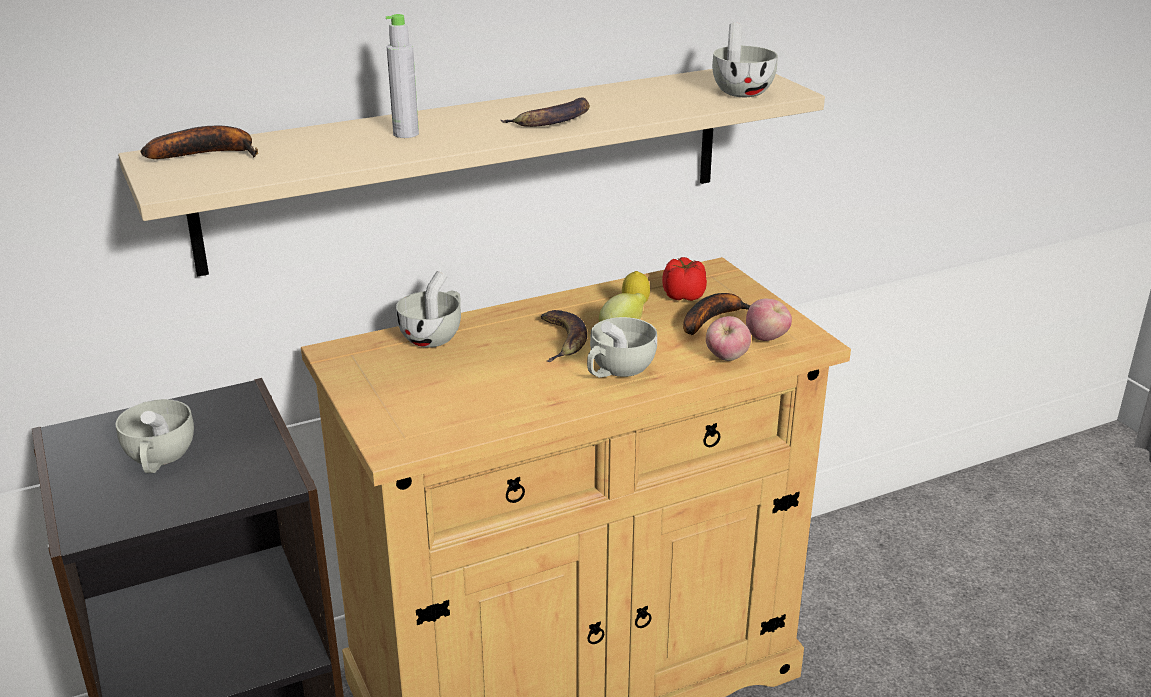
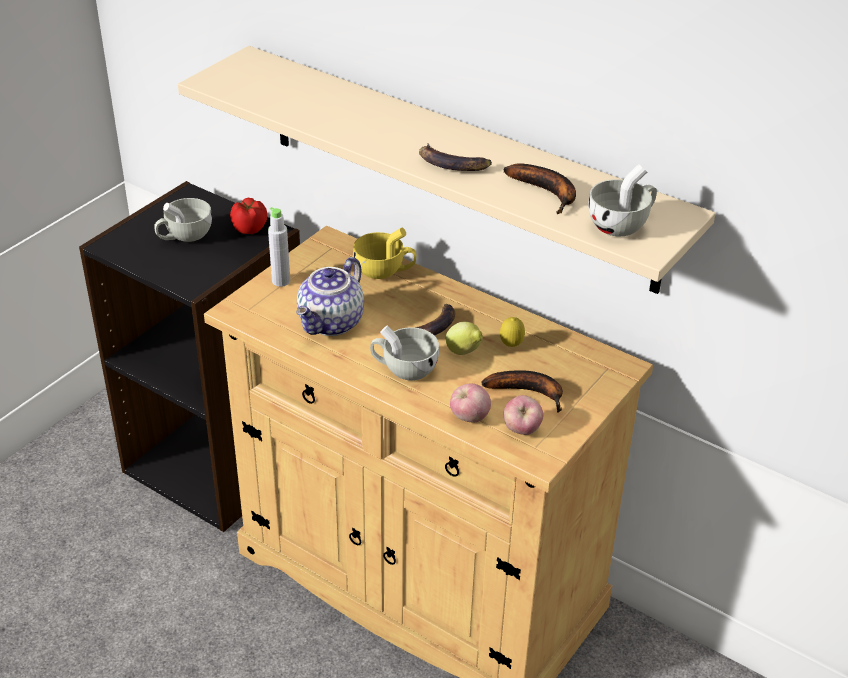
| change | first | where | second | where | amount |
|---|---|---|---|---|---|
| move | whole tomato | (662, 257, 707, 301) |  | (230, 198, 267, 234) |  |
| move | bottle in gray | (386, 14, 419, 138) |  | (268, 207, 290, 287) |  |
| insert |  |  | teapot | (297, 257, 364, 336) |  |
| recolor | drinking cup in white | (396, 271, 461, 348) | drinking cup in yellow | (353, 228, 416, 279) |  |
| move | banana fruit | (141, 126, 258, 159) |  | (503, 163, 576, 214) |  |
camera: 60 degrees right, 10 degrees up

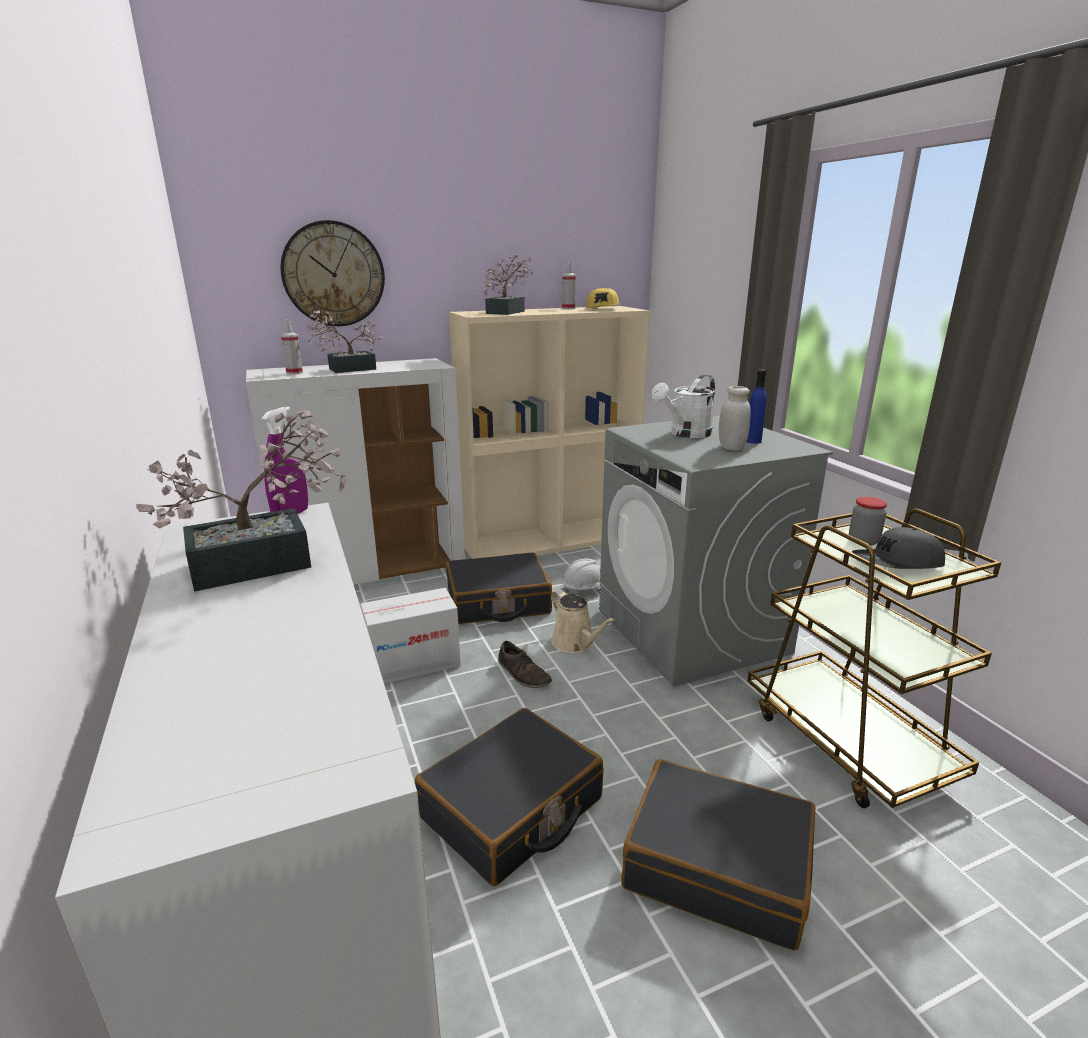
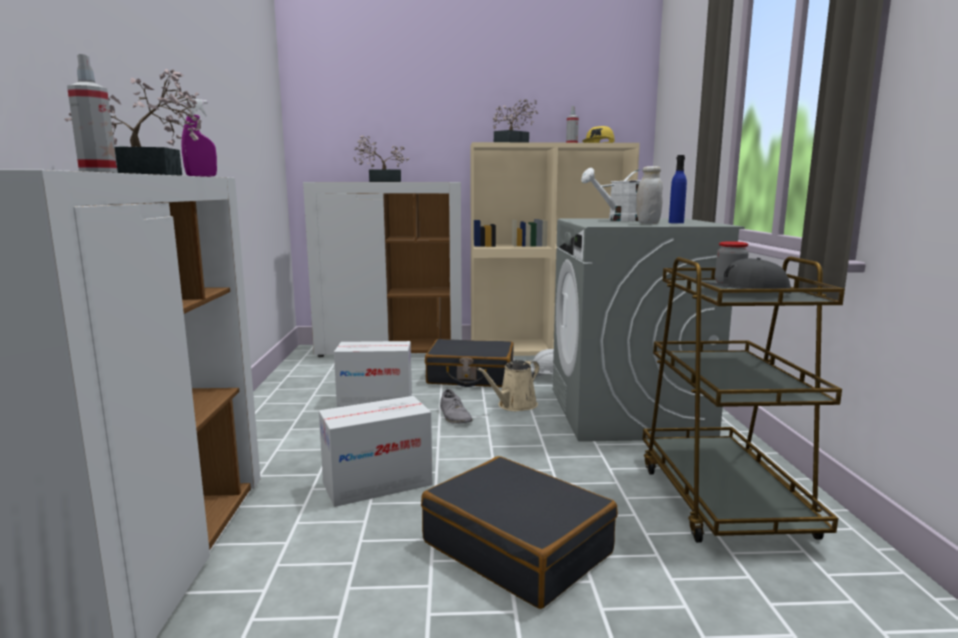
| change | first | where | second | where | amount |
|---|---|---|---|---|---|
| move | hand sprayer | (281, 320, 303, 374) |  | (67, 54, 118, 173) |  |
| replace | piece of luggage in black | (415, 708, 603, 886) | cardboard box | (319, 396, 433, 507) |  |
| recolor | low shoe in brown | (498, 641, 552, 688) | low shoe in gray | (440, 389, 472, 424) |  |
| rotate | watering pot in beige-coloured | (551, 590, 616, 653) |  | (477, 360, 539, 411) | 60 degrees clockwise |
| delete | hanging clock | (281, 220, 385, 326) |  |  |  |
camera: 20 degrees right, 10 degrees down

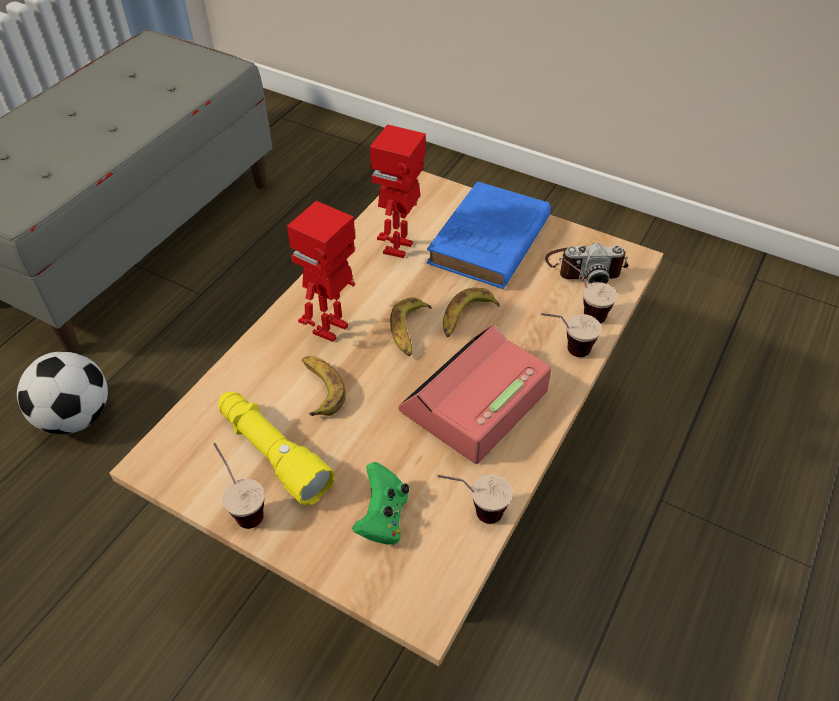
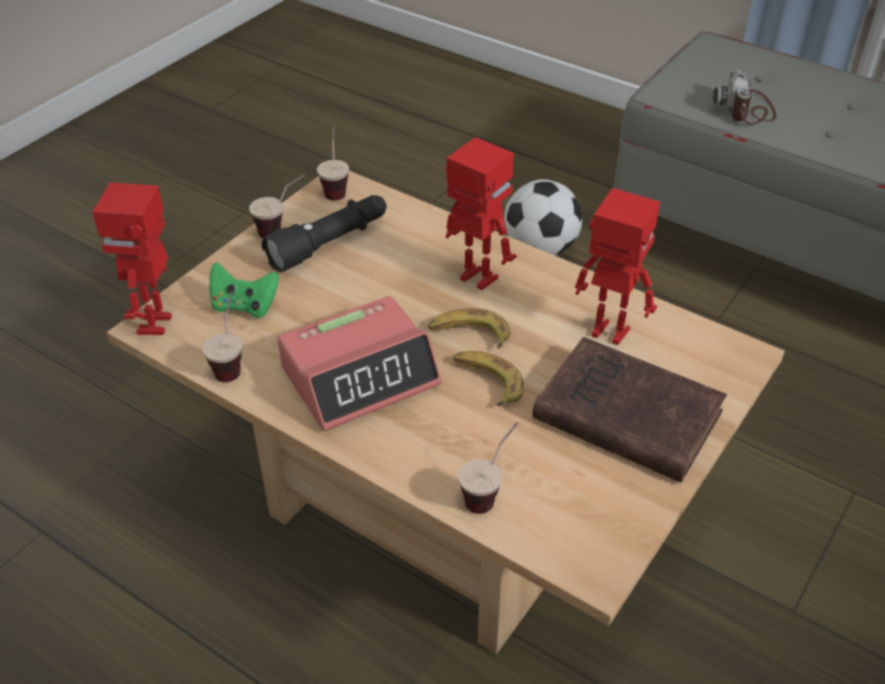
| change | first | where | second | where | amount |
|---|---|---|---|---|---|
| insert |  |  | robot figure | (92, 182, 172, 335) |  |
| recolor | hand torch in yellow | (218, 392, 335, 505) | hand torch in black | (262, 195, 387, 273) |  |
| rotate | table clock | (398, 325, 552, 464) |  | (278, 296, 441, 431) | 105 degrees clockwise |
| move | drinking cup | (541, 313, 601, 357) |  | (317, 126, 349, 200) |  |
| recolor | book in blue-coloured | (426, 182, 551, 289) | book in brown | (532, 337, 727, 483) |  |
| move | still camera | (545, 243, 628, 284) |  | (713, 69, 776, 125) |  |
| delete | banana fruit | (302, 356, 346, 416) |  |  |  |
camera: 95 degrees right, 5 degrees down

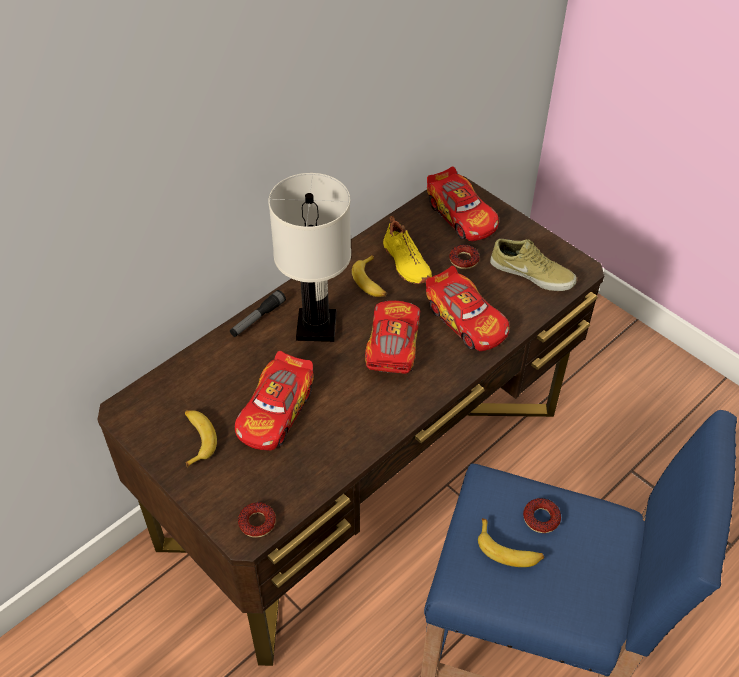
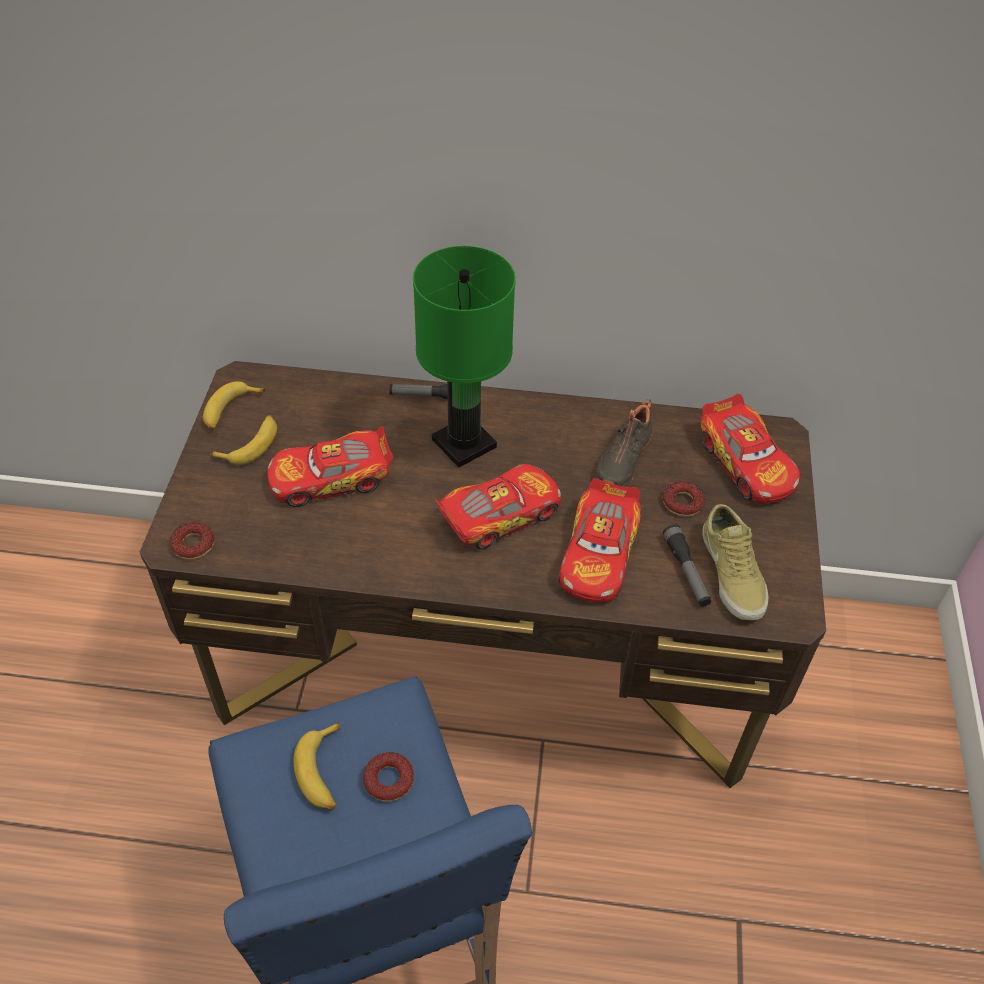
| change | first | where | second | where | amount |
|---|---|---|---|---|---|
| move | banana fruit | (352, 255, 386, 297) |  | (203, 381, 265, 430) |  |
| recolor | table lamp in white | (268, 173, 351, 342) | table lamp in green | (413, 246, 516, 467) |  |
| recolor | low shoe in yellow | (383, 216, 432, 284) | low shoe in black | (597, 398, 652, 487) |  |
| insert |  |  | hand torch | (663, 524, 711, 607) |  |
| rotate | toy car | (427, 167, 499, 241) |  | (701, 394, 800, 504) | 45 degrees counterclockwise |
camera: 50 degrees right, 0 degrees up

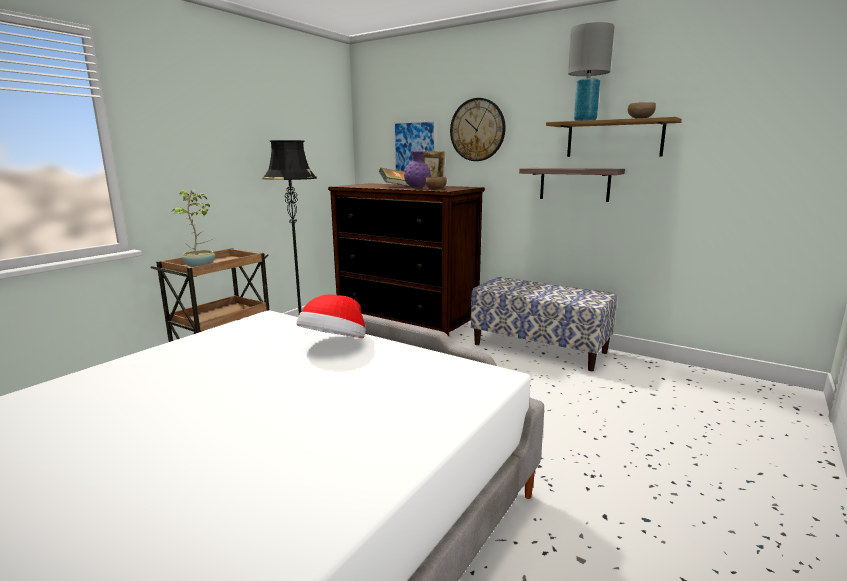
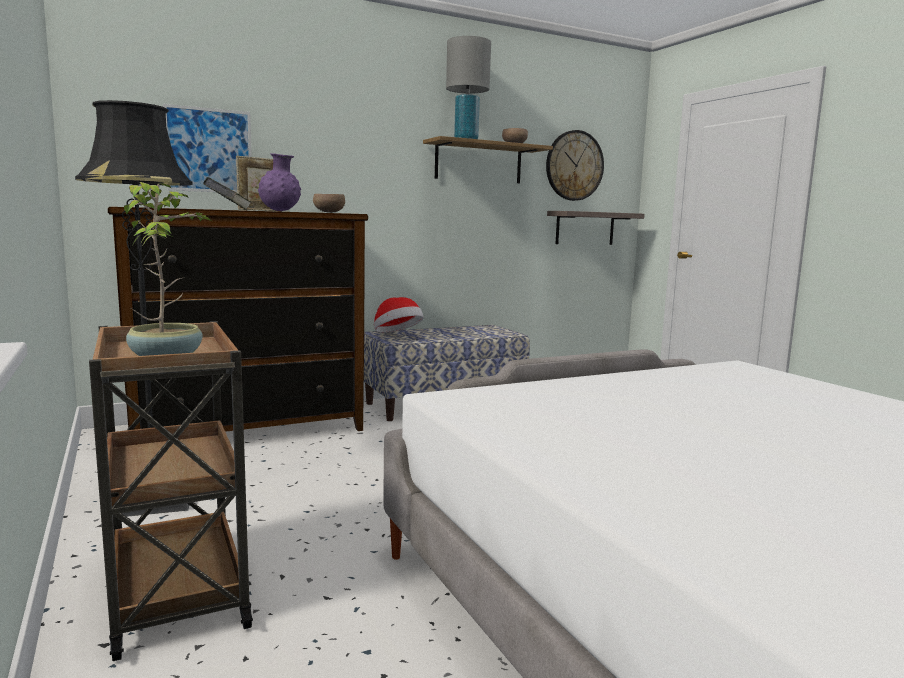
| change | first | where | second | where | amount |
|---|---|---|---|---|---|
| move | hat | (297, 294, 366, 338) |  | (374, 297, 424, 333) |  |
| move | hanging clock | (450, 98, 506, 161) |  | (546, 130, 604, 201) |  |
| move | wall shelf | (519, 168, 625, 202) |  | (547, 211, 645, 245) |  |
camera: 60 degrees left, 5 degrees down

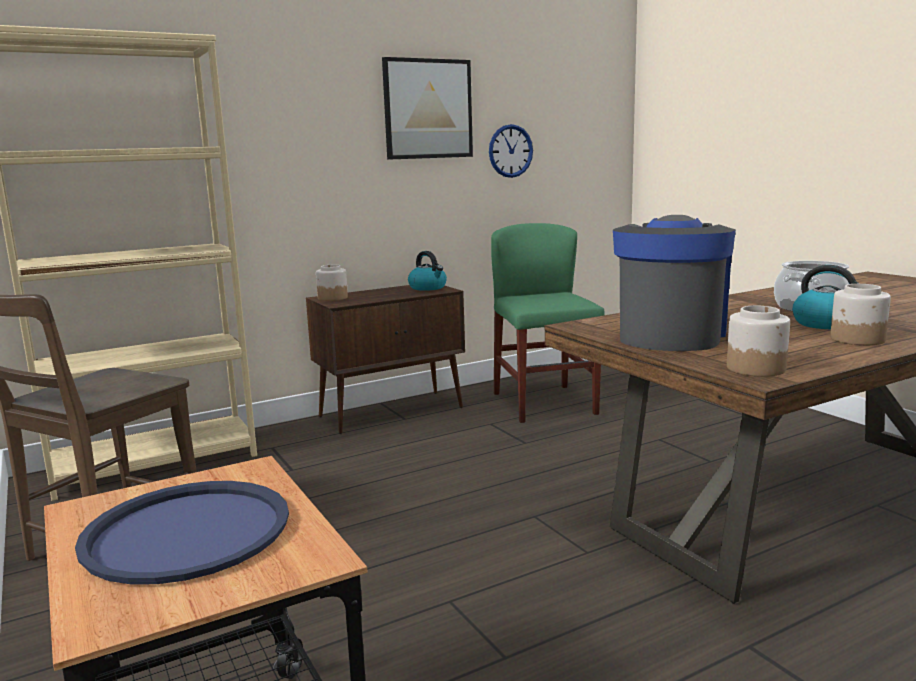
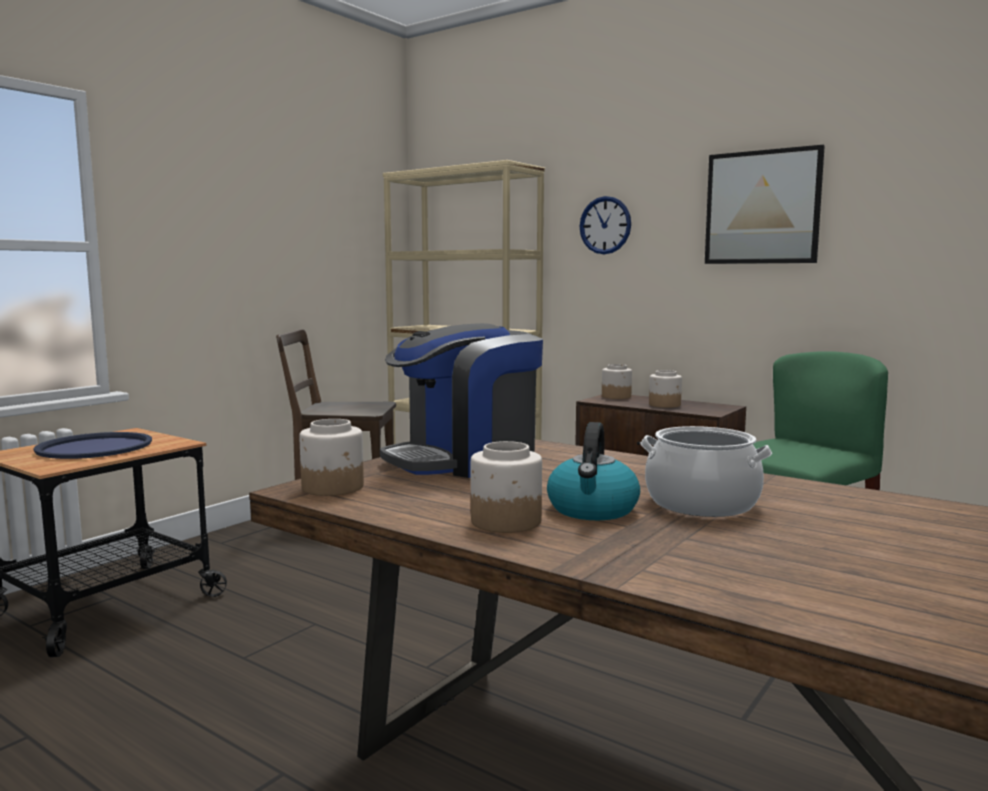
| change | first | where | second | where | amount |
|---|---|---|---|---|---|
| rotate | coffee machine | (613, 215, 736, 351) |  | (380, 323, 543, 478) | 150 degrees clockwise |
| move | hanging clock | (489, 124, 533, 178) |  | (579, 196, 631, 254) |  |
| insert |  |  | preserve jar | (649, 370, 682, 408) |  |
| delete | water kettle | (408, 251, 447, 291) |  |  |  |
camera: 65 degrees right, 5 degrees down

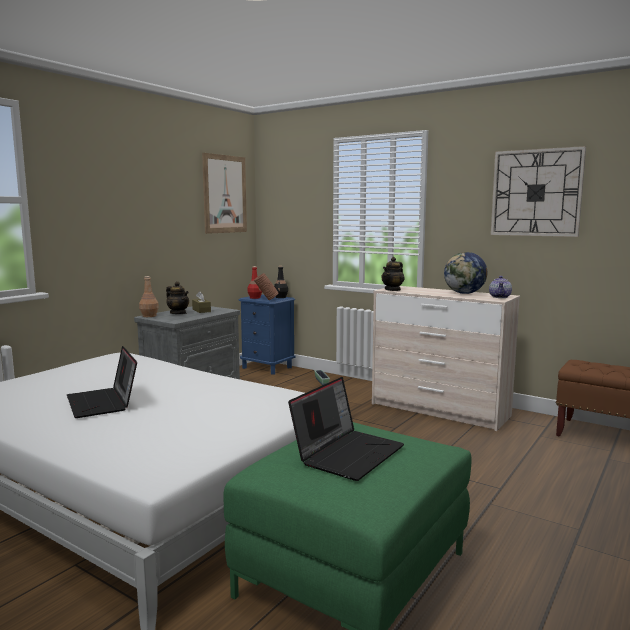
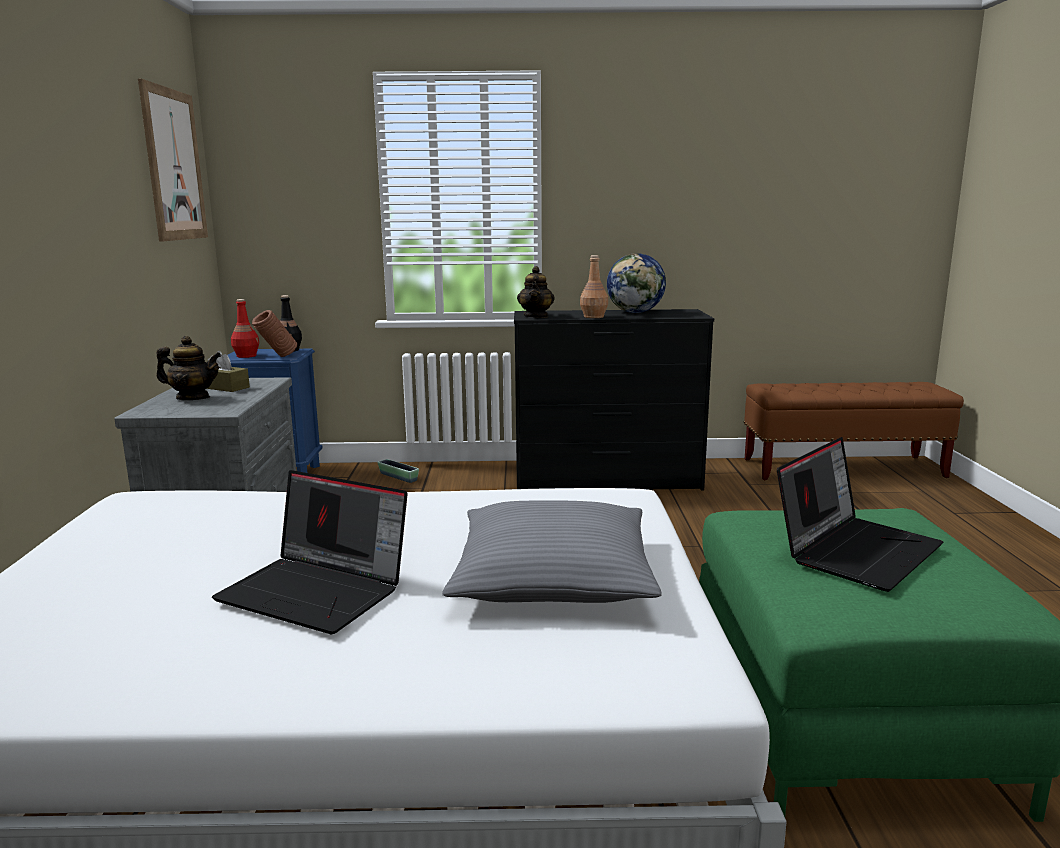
| change | first | where | second | where | amount |
|---|---|---|---|---|---|
| insert |  |  | cushion in gray | (442, 500, 661, 603) |  |
| recolor | chest of drawers in beige-coloured | (372, 286, 520, 431) | chest of drawers in black | (514, 309, 714, 491) |  |
| move | bottle in brown | (139, 276, 159, 317) |  | (580, 255, 608, 318) |  |
| rotate | notebook computer | (288, 377, 404, 481) |  | (777, 437, 943, 592) | 45 degrees clockwise |
| delete | teapot | (489, 276, 512, 298) |  |  |  |
| delete | hanging clock | (491, 146, 586, 237) |  |  |  |
camera: 35 degrees left, 5 degrees up

